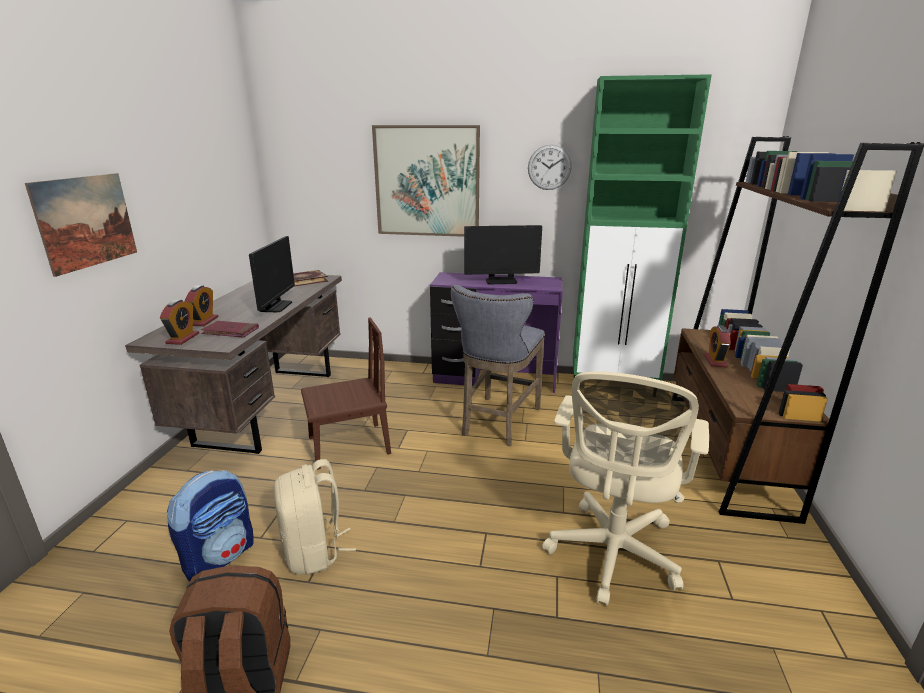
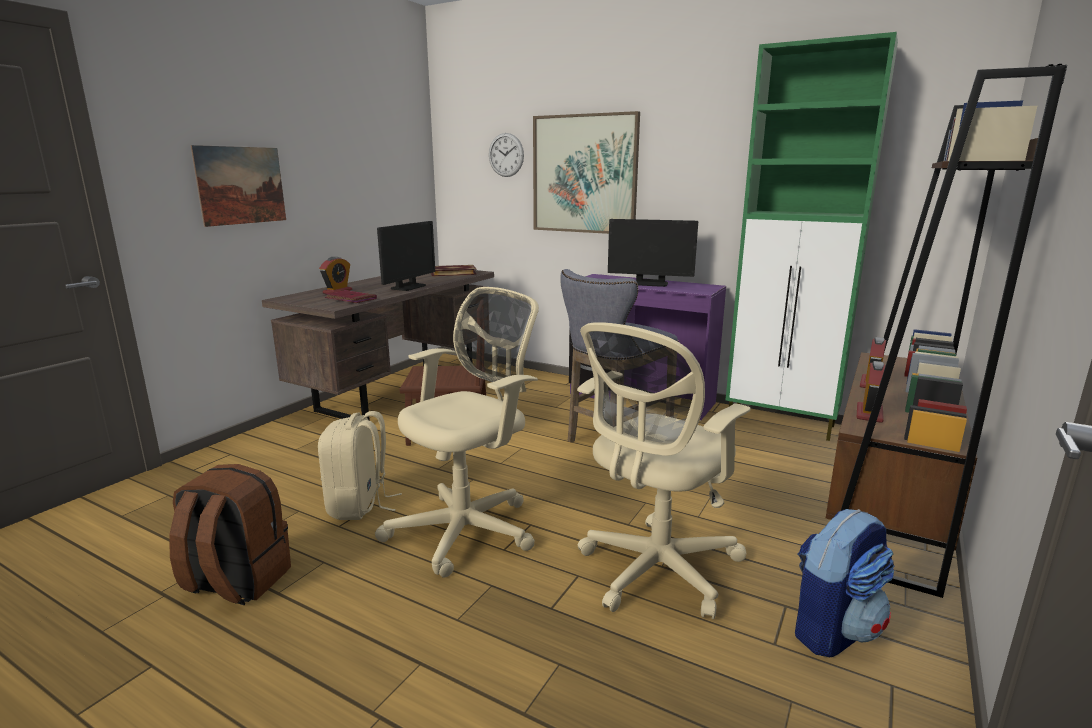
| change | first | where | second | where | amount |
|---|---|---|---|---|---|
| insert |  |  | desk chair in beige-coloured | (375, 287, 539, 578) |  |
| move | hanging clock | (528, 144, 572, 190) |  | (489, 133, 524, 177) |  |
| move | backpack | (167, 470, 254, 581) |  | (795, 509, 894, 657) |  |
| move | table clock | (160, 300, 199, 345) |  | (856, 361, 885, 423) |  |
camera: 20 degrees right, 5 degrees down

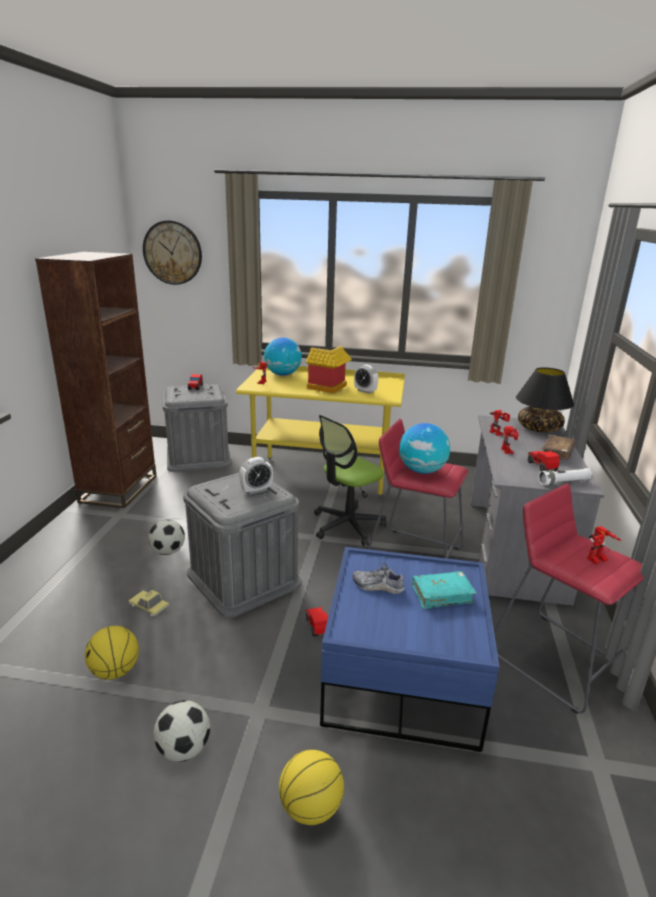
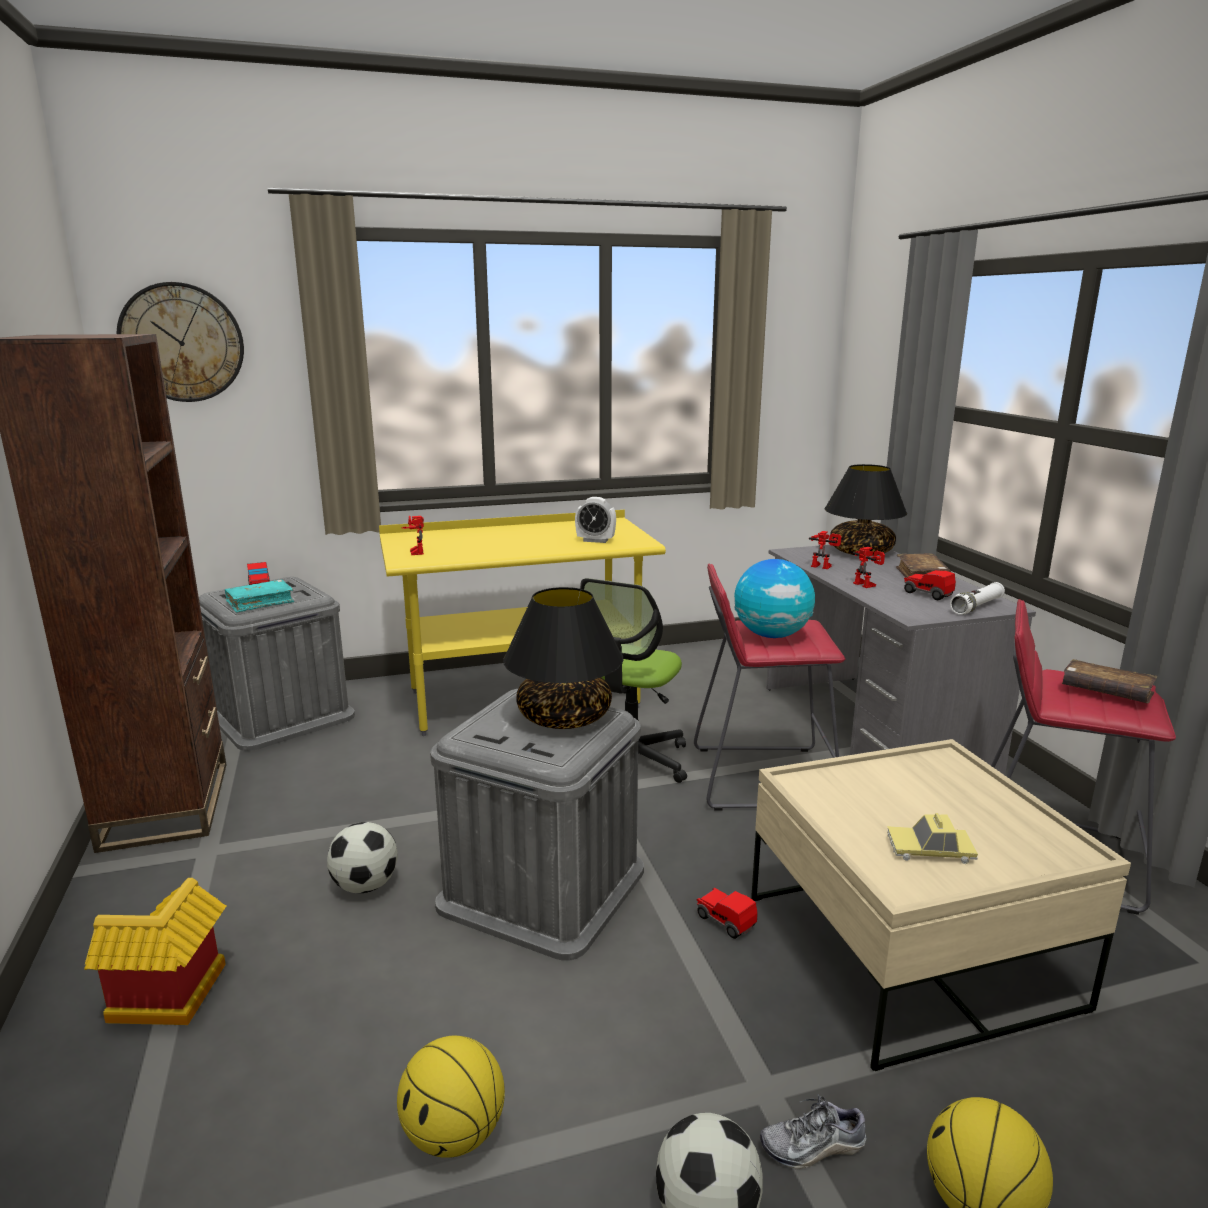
| change | first | where | second | where | amount |
|---|---|---|---|---|---|
| move | toy house | (306, 346, 352, 394) |  | (84, 878, 226, 1025) |  |
| move | book in turquoise | (412, 571, 476, 609) |  | (225, 579, 294, 613) |  |
| replace | table clock | (239, 457, 273, 495) | table lamp in black | (503, 587, 623, 729) |  |
| recolor | lounge table in blue-coloured | (320, 547, 499, 752) | lounge table in beige-coloured | (751, 739, 1131, 1071) |  |
| move | low shoe | (353, 563, 405, 594) |  | (760, 1094, 867, 1170) |  |
| move | toy car | (129, 590, 169, 617) |  | (887, 813, 978, 864) |  |
| replace | robot figure | (587, 526, 621, 564) | book in brown | (1062, 659, 1157, 703) |  |
| delete | world globe | (264, 337, 302, 376) |  |  |  |
camera: 25 degrees left, 5 degrees down

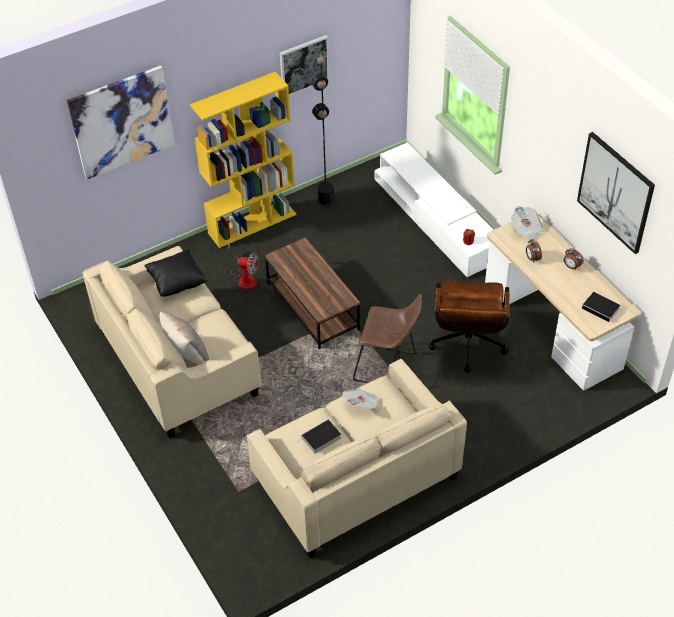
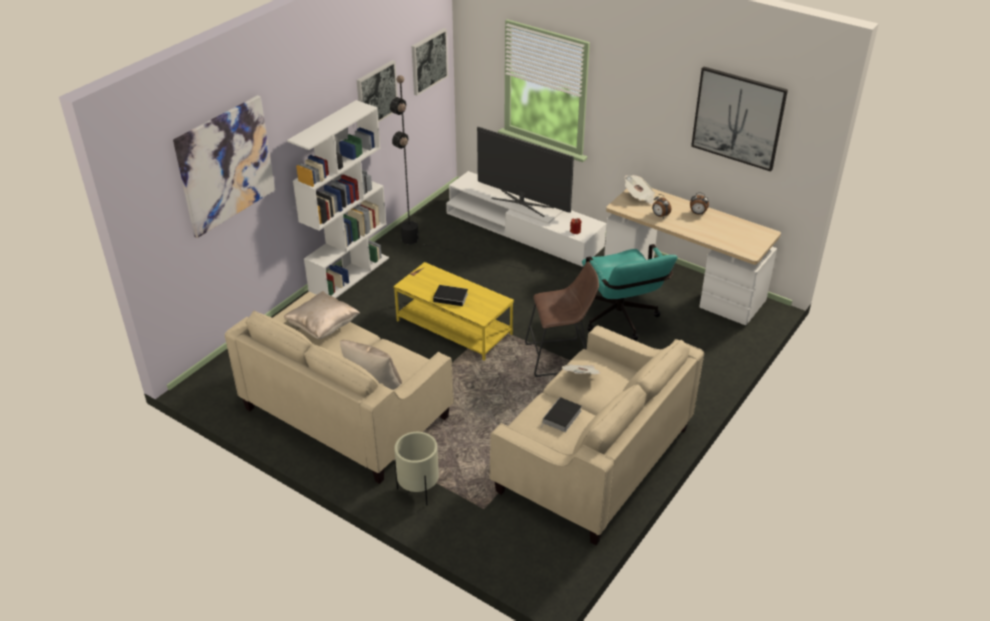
| change | first | where | second | where | amount |
|---|---|---|---|---|---|
| recolor | cushion in black | (145, 249, 208, 297) | cushion in beige-coloured | (284, 291, 360, 339) |  |
| recolor | bookshelf in yellow | (190, 72, 296, 248) | bookshelf in white | (287, 100, 389, 298) |  |
| recolor | lounge table in brown | (264, 237, 360, 349) | lounge table in yellow | (393, 262, 514, 360) |  |
| insert |  |  | planter in beige-coloured | (394, 432, 439, 506) |  |
| insert |  |  | wall picture | (412, 28, 448, 96) |  |
| move | book | (582, 292, 620, 324) |  | (433, 285, 468, 306) |  |
| insert |  |  | TV | (477, 126, 574, 217) |  |
| recolor | desk chair in brown | (429, 280, 510, 373) | desk chair in turquoise | (582, 244, 678, 340) |  |
| delete | cooling fan | (228, 242, 258, 290) |  |  |  |
camera: 25 degrees left, 10 degrees down

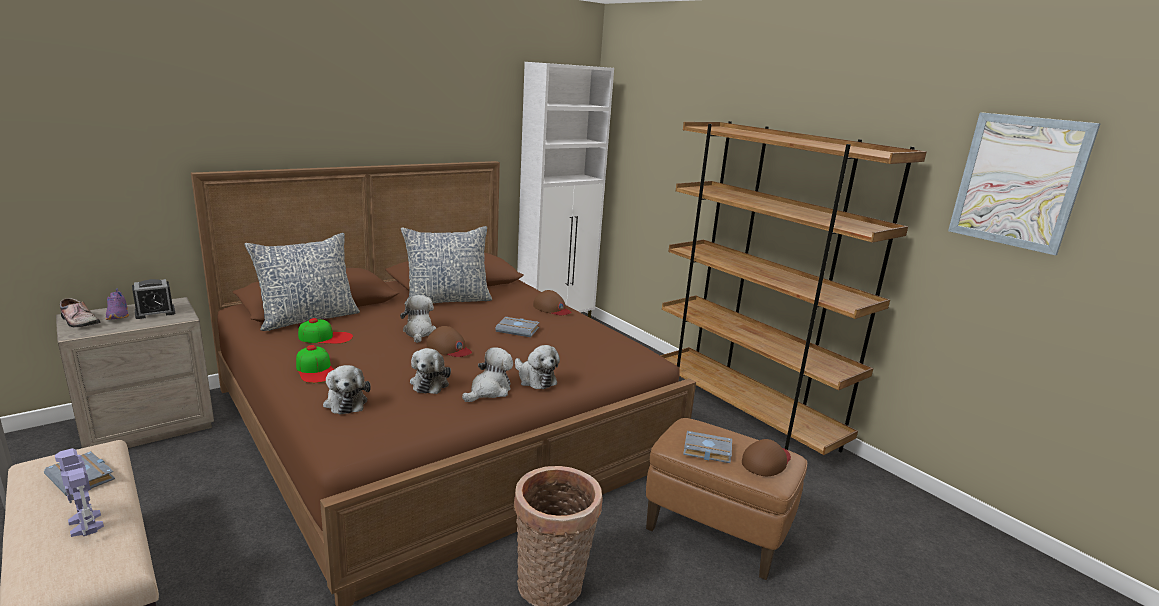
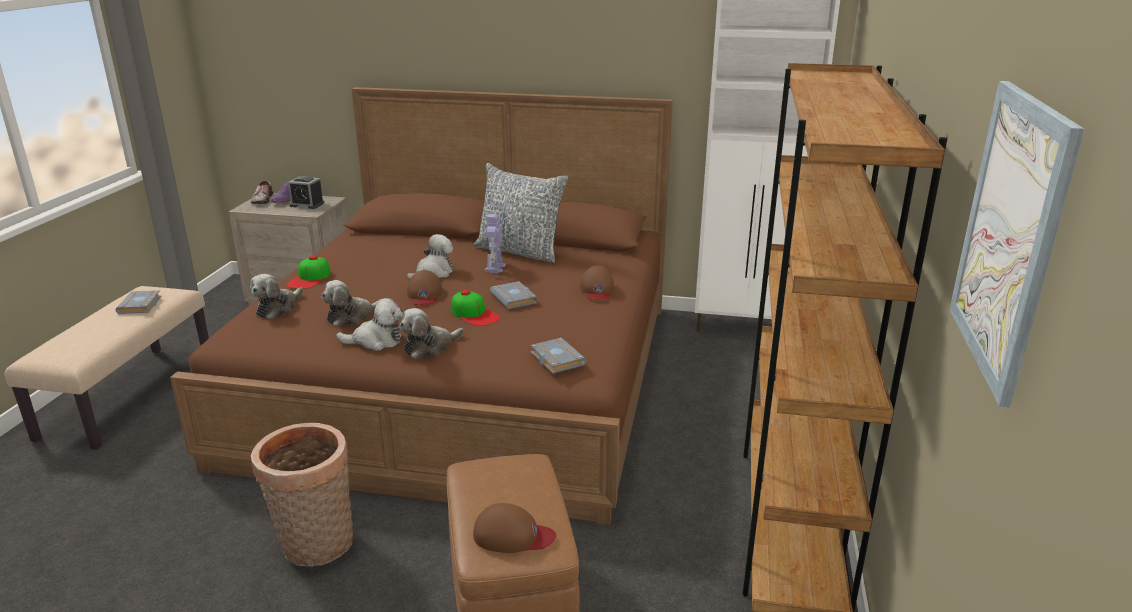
| change | first | where | second | where | amount |
|---|---|---|---|---|---|
| rotate | soft toy | (515, 345, 560, 389) |  | (399, 308, 464, 359) | 45 degrees clockwise |
| move | cap | (298, 318, 353, 344) |  | (451, 290, 500, 326) |  |
| move | robot figure | (55, 448, 104, 537) |  | (485, 214, 506, 273) |  |
| move | book in gray | (683, 431, 732, 463) |  | (531, 337, 586, 374) |  |
| delete | cushion | (244, 233, 360, 331) |  |  |  |
camera: 50 degrees right, 5 degrees up

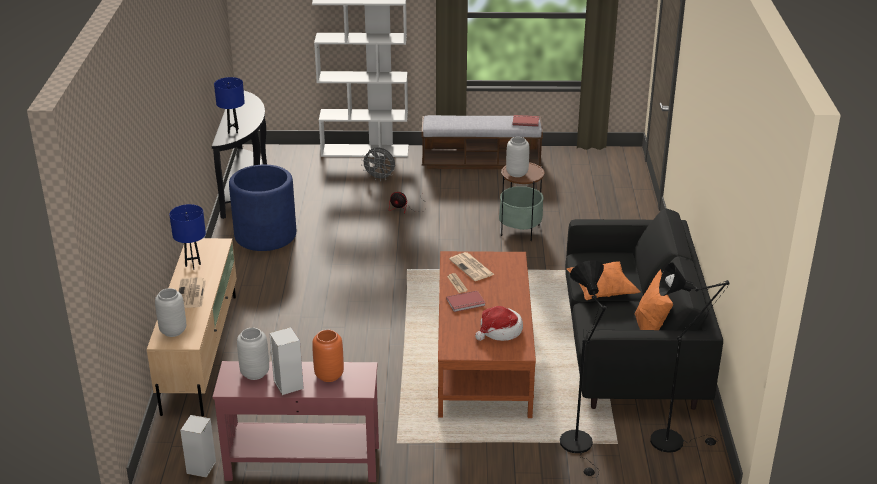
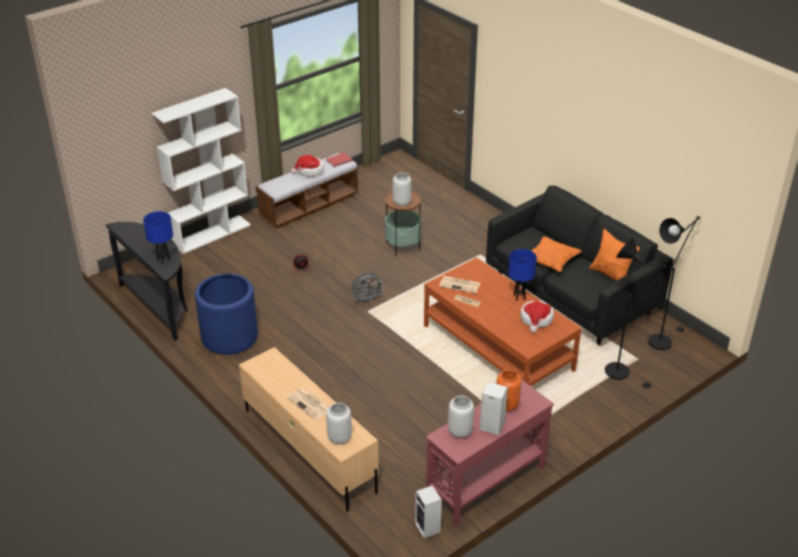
| change | first | where | second | where | amount |
|---|---|---|---|---|---|
| insert |  |  | hat | (291, 155, 325, 177) |  |
| move | cooling fan in gray | (361, 147, 395, 179) |  | (351, 273, 383, 301) |  |
| move | table lamp in blue-coloured | (169, 204, 206, 270) |  | (508, 249, 537, 301) |  |
| delete | book in red-coloured | (446, 291, 486, 312) |  |  |  |
camera: 40 degrees left, 5 degrees up

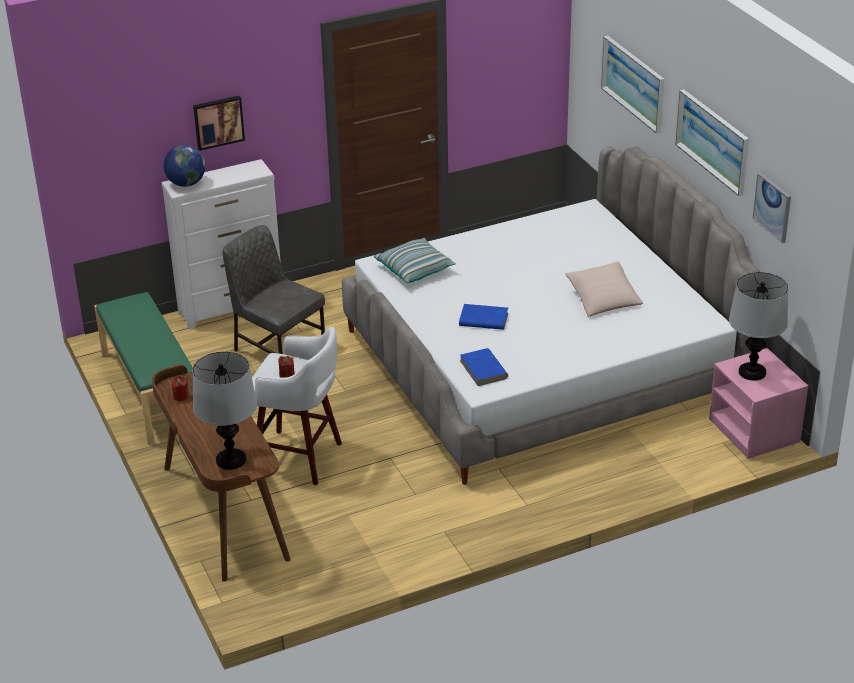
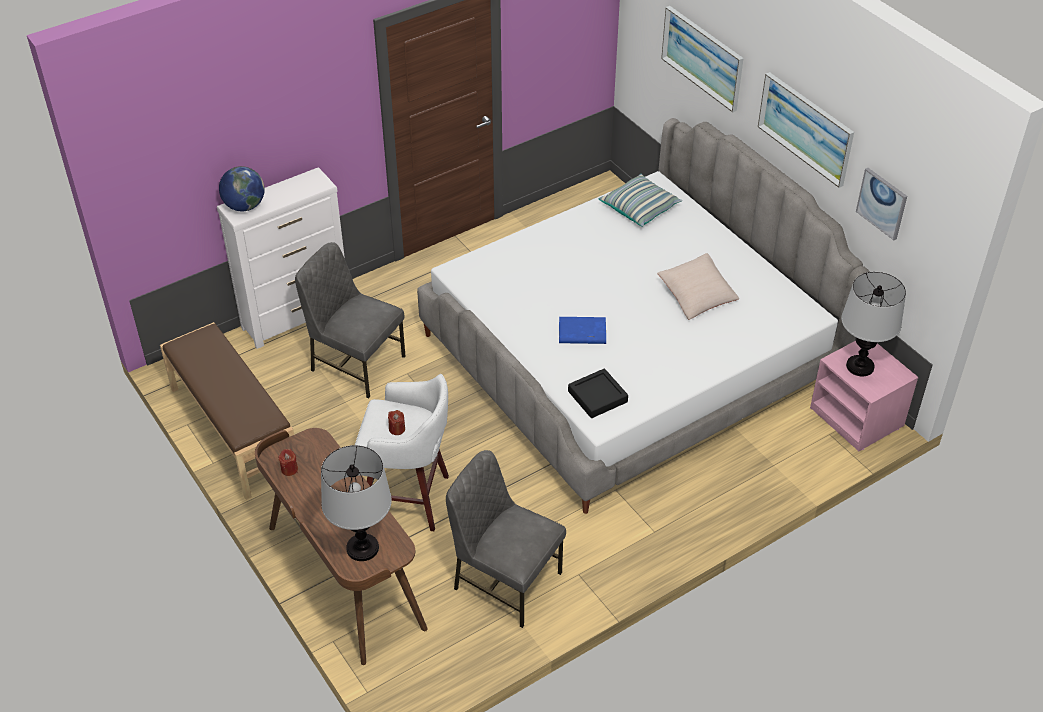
| change | first | where | second | where | amount |
|---|---|---|---|---|---|
| recolor | indoor bench in green | (94, 292, 193, 445) | indoor bench in brown | (160, 322, 294, 500) |  |
| insert |  |  | upright chair in gray | (446, 450, 566, 628) |  |
| replace | book in blue-coloured | (460, 348, 508, 386) | serving tray in black | (568, 369, 628, 418) |  |
| move | cushion | (374, 238, 456, 283) |  | (599, 174, 682, 227) |  |
| delete | wall picture | (193, 96, 245, 151) |  |  |  |
camera: 10 degrees left, 10 degrees up

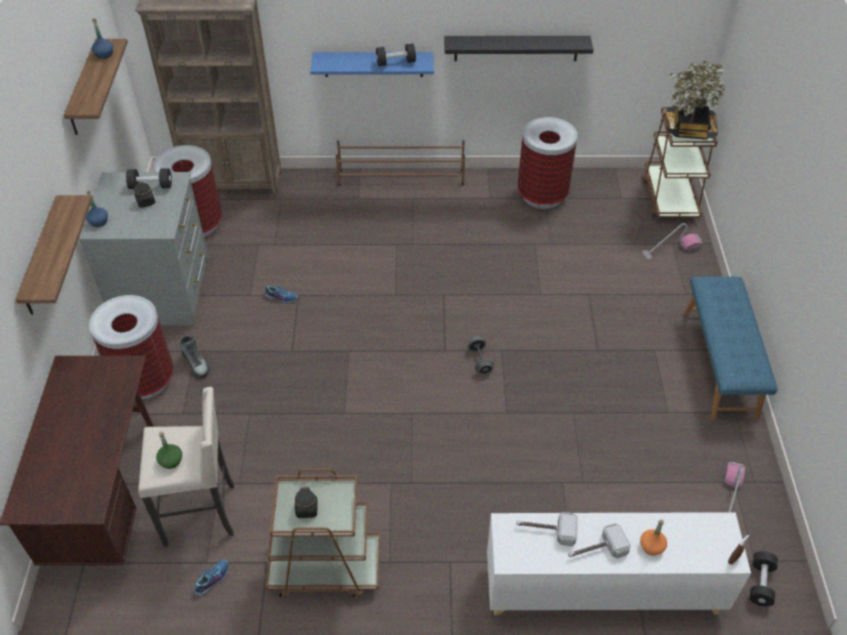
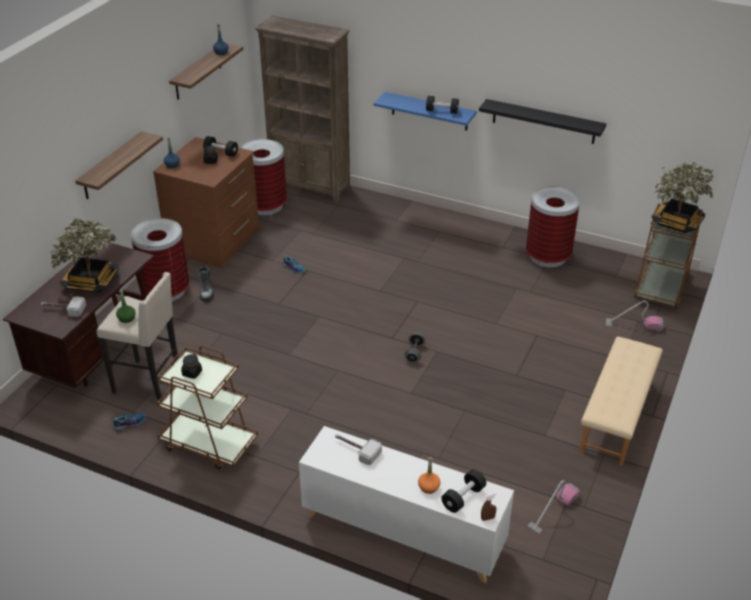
| change | first | where | second | where | amount |
|---|---|---|---|---|---|
| move | tool hammer | (568, 523, 631, 558) |  | (41, 296, 86, 317) |  |
| insert |  |  | houseplant | (49, 218, 119, 292) |  |
| recolor | chest of drawers in gray | (79, 172, 210, 326) | chest of drawers in brown | (153, 137, 259, 268) |  |
| move | hand weight in black | (750, 551, 778, 606) |  | (441, 469, 486, 513) |  |
| recolor | indoor bench in blue-coloured | (684, 276, 778, 420) | indoor bench in beige-coloured | (579, 337, 663, 466) |  |
| delete | shoe stand in brown | (336, 140, 465, 186) |  |  |  |
camera: 25 degrees right, 10 degrees down

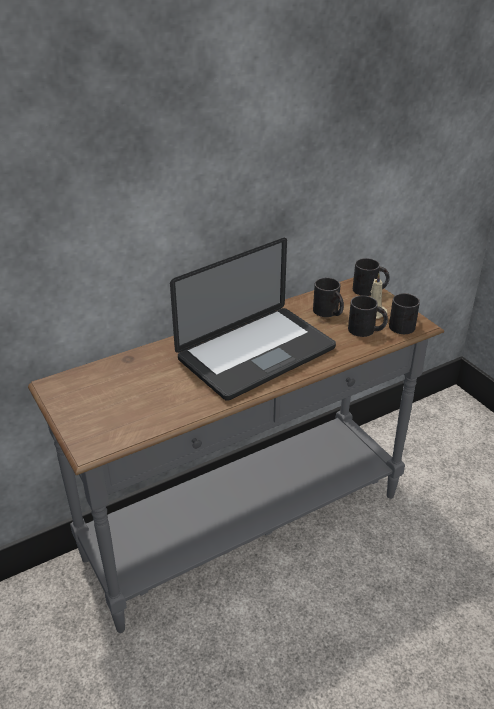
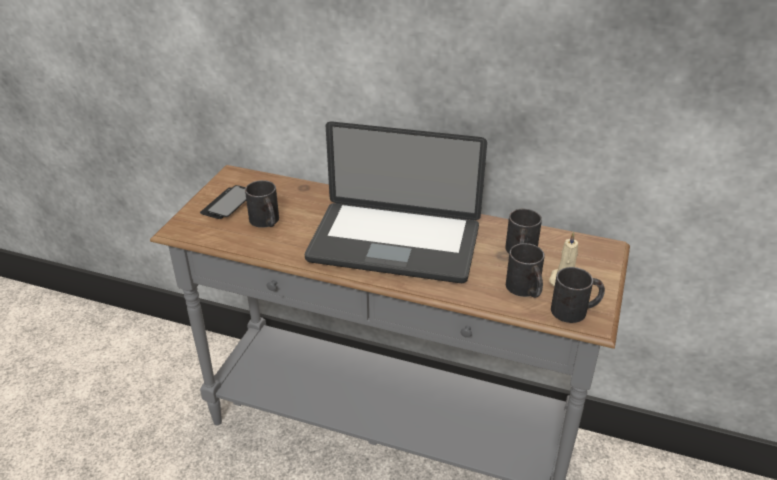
| change | first | where | second | where | amount |
|---|---|---|---|---|---|
| insert |  |  | phone | (200, 185, 246, 219) |  |
| move | mug in black | (353, 258, 390, 296) |  | (245, 180, 279, 228) |  |
camera: 50 degrees right, 0 degrees up

